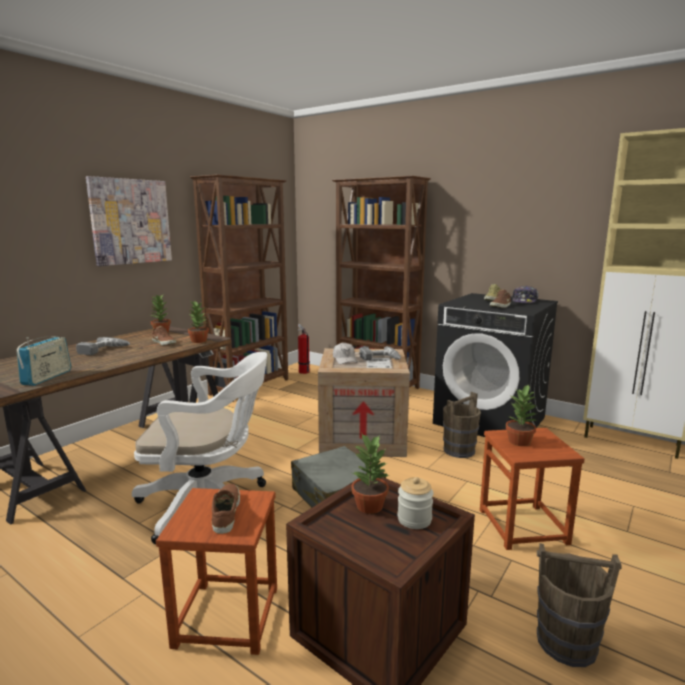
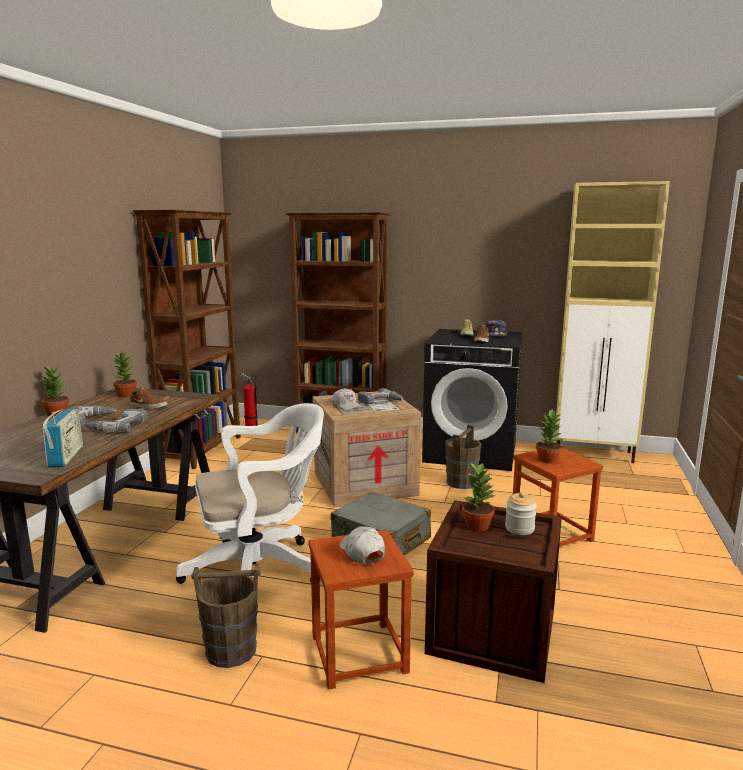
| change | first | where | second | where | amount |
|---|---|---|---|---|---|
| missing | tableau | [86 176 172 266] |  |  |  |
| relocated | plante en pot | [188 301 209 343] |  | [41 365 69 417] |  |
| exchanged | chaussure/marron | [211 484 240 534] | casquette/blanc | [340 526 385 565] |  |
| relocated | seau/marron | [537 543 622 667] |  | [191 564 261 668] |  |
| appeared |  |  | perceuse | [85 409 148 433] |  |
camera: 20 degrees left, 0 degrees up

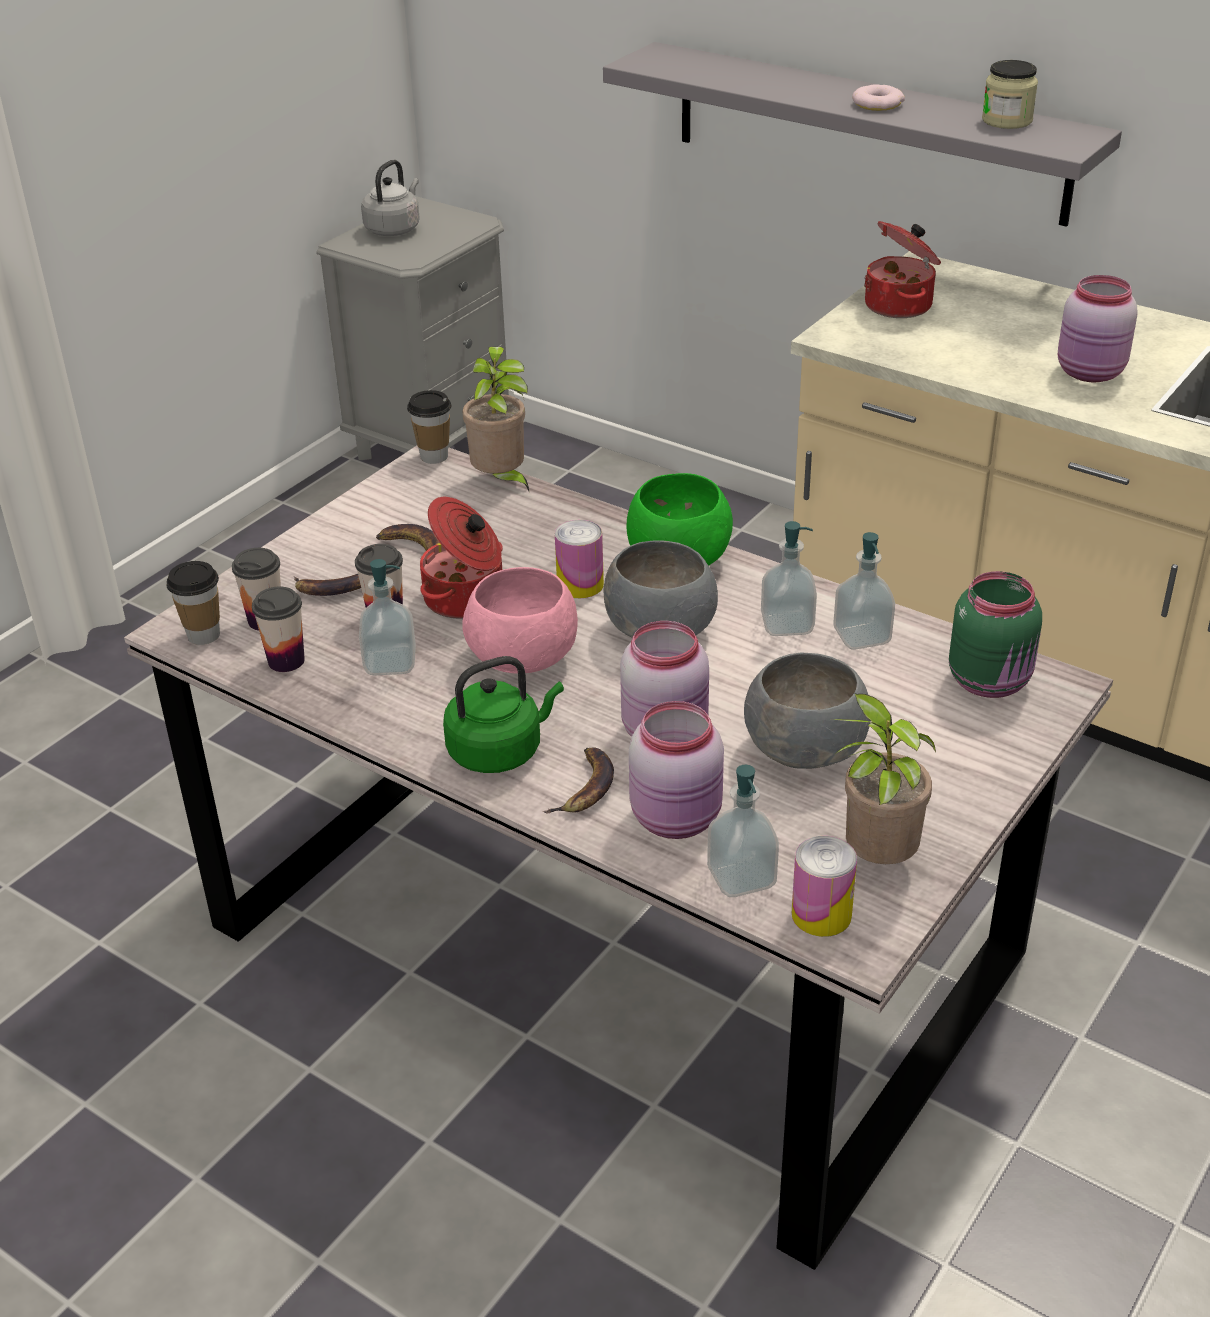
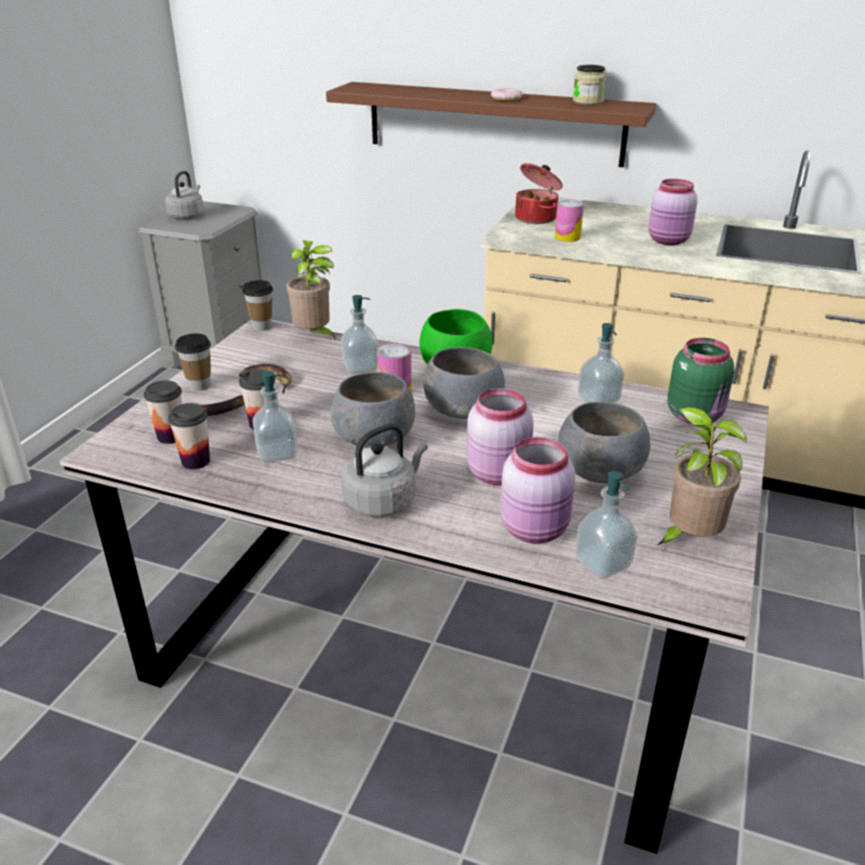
| change | first | where | second | where | amount |
|---|---|---|---|---|---|
| colour | étagère/gris | [603 42 1122 227] | étagère/marron | [326 82 656 167] |  |
| missing | marmite | [420 497 503 619] |  |  |  |
| relocated | distributeur de savon | [761 521 817 636] |  | [341 295 378 374] |  |
| relocated | tasse | [166 561 220 645] |  | [175 333 211 391] |  |
| colour | bol/rose | [462 567 578 673] | bol/gris | [330 372 415 448] |  |
| colour | bouilloire/vert | [443 656 564 773] | bouilloire/gris | [341 424 428 517] |  |
| missing | banane | [543 747 614 814] |  |  |  |
| relocated | boîte métallique | [792 836 857 937] |  | [555 200 584 242] |  |
camera: 15 degrees left, 5 degrees down

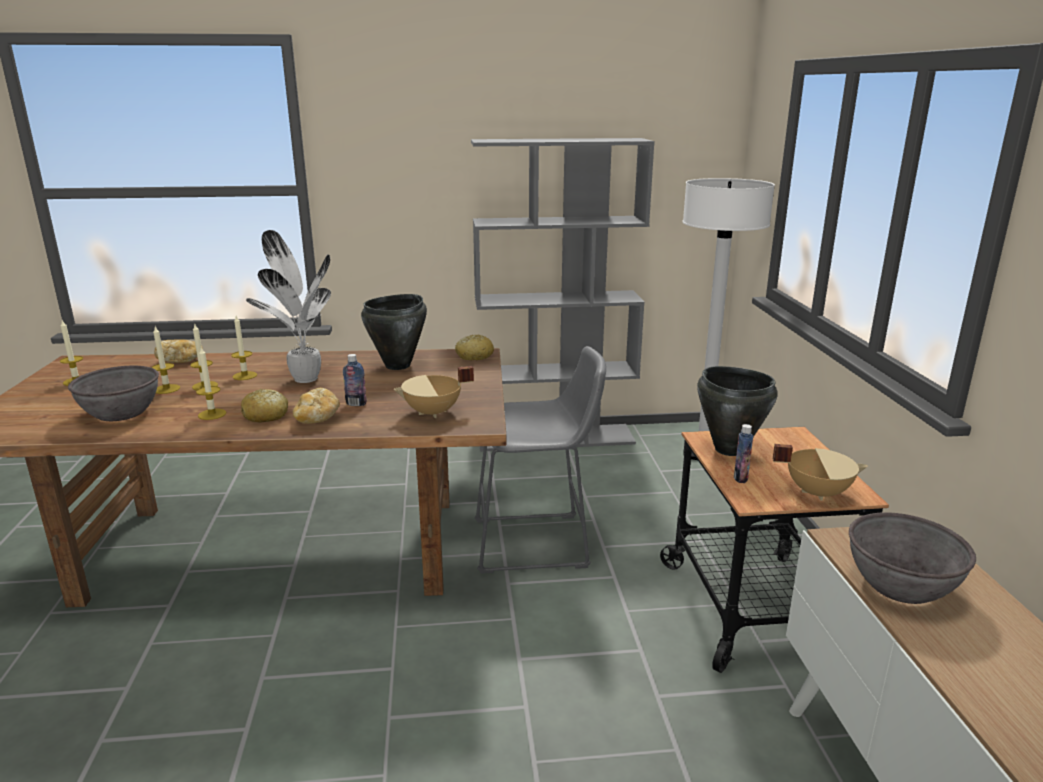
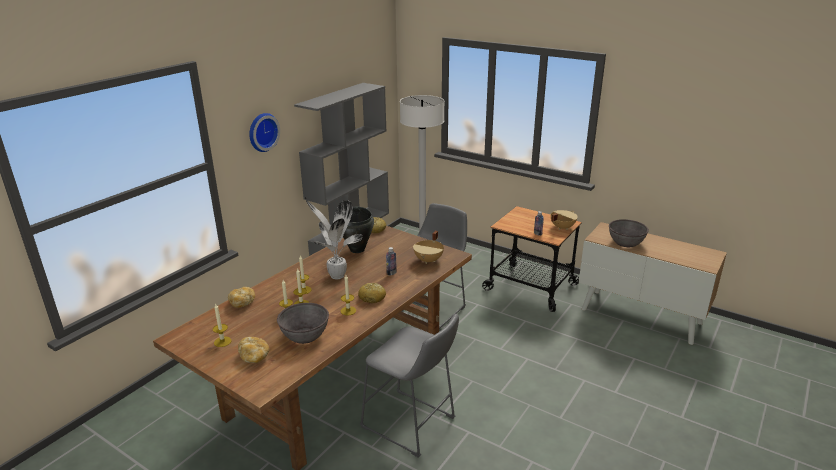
| change | first | where | second | where | amount |
|---|---|---|---|---|---|
| missing | marmite/noir | [697 366 778 456] |  |  |  |
| relocated | pain | [293 388 340 424] |  | [238 337 270 363] |  |
| appeared |  |  | horloge murale | [249 113 280 152] |  |
| appeared |  |  | tabouret/gris | [360 314 459 458] |  |
camera: 50 degrees left, 5 degrees up

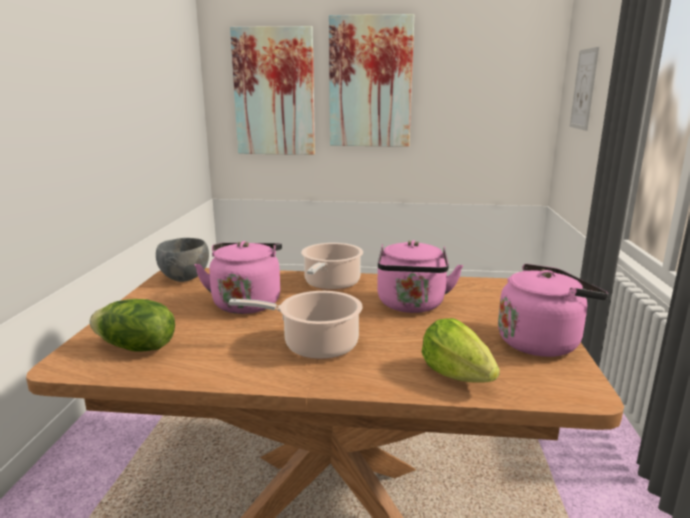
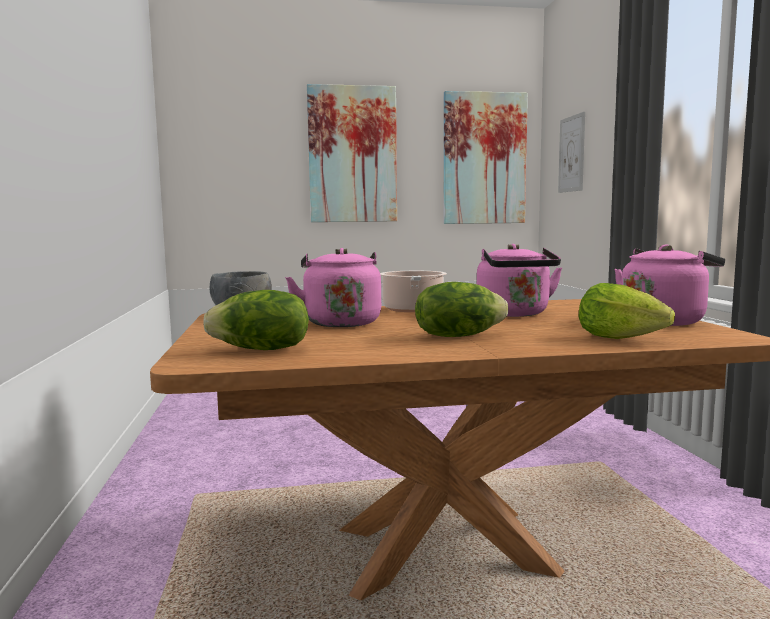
| change | first | where | second | where | amount |
|---|---|---|---|---|---|
| relocated | tableau | [230 26 315 155] |  | [444 91 528 224] |  |
| exchanged | marmite | [229 291 363 359] | laitue | [415 282 508 337] |  |
camera: 15 degrees left, 10 degrees down

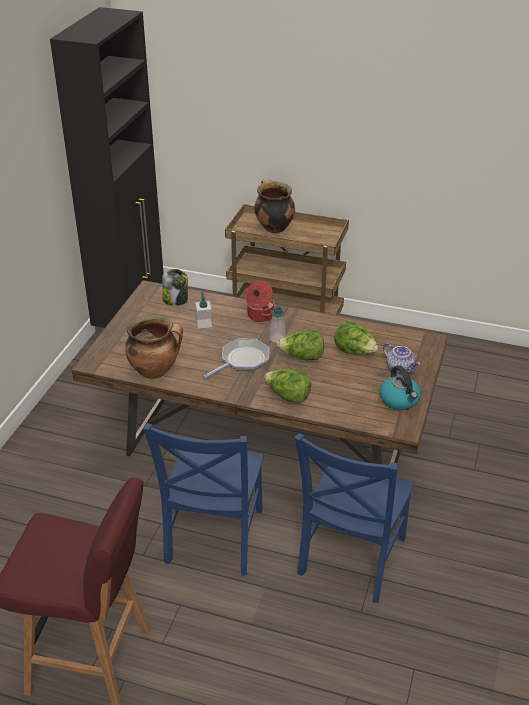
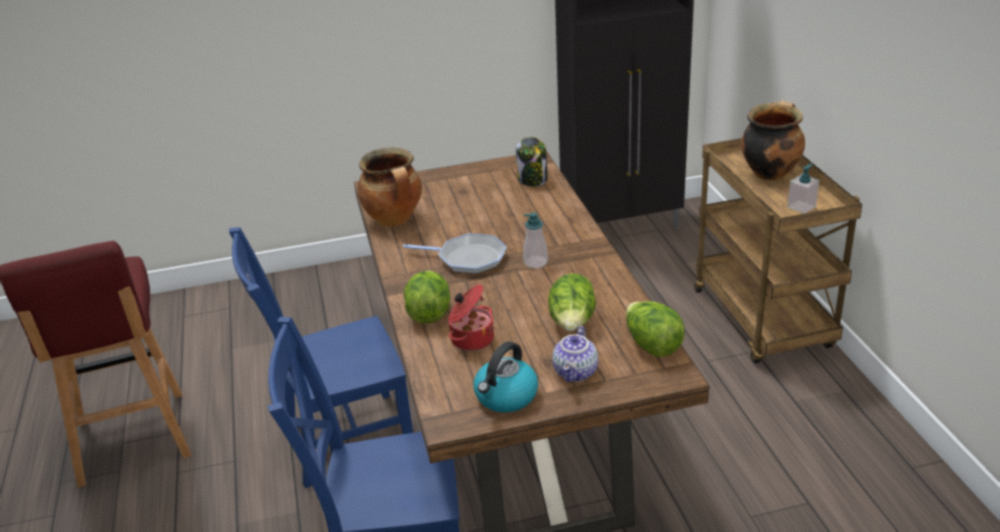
| change | first | where | second | where | amount |
|---|---|---|---|---|---|
| relocated | marmite | [246 281 274 322] |  | [448 284 494 351] |  |
| relocated | distributeur de savon | [195 292 213 329] |  | [787 163 819 214] |  |
| relocated | laitue | [277 330 324 360] |  | [626 301 685 357] |  |
camera: 60 degrees right, 5 degrees down

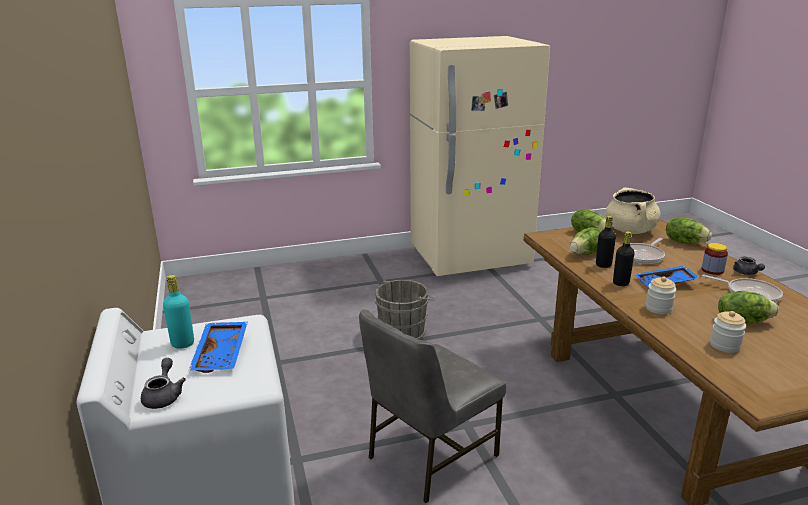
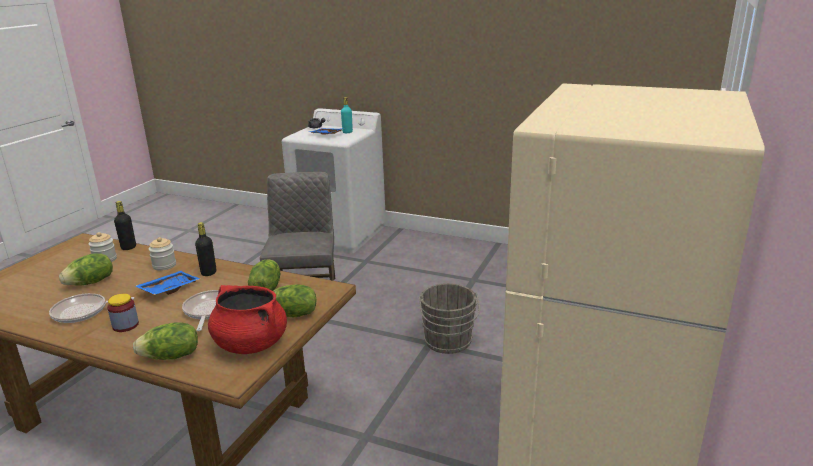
| change | first | where | second | where | amount |
|---|---|---|---|---|---|
| colour | marmite/beige | [605 187 661 234] | marmite/rouge | [208 285 287 354] |  |
| relocated | bouteille/noir | [596 216 616 268] |  | [114 201 136 250] |  |
| missing | théière/gris | [733 257 765 275] |  |  |  |
camera: 130 degrees right, 0 degrees up

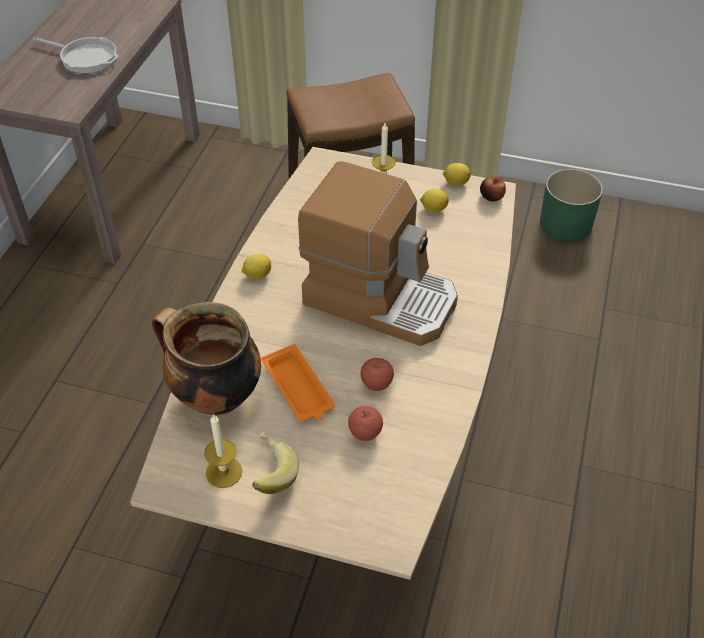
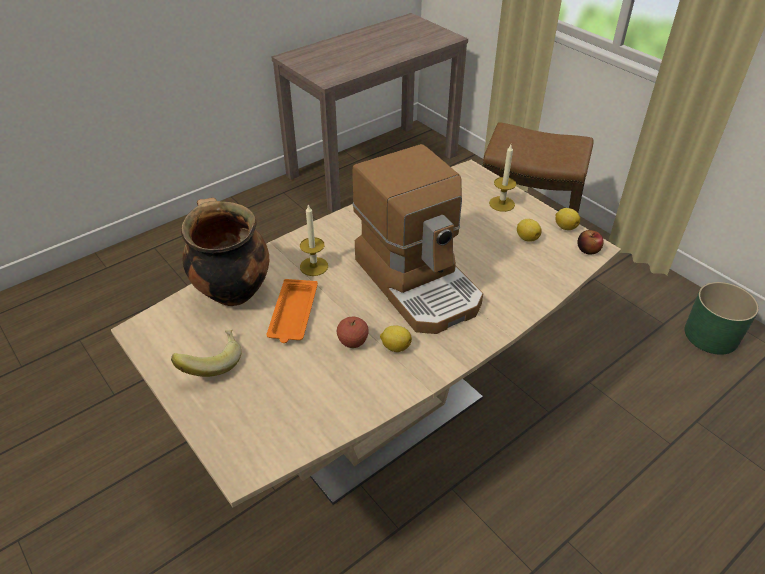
| change | first | where | second | where | amount |
|---|---|---|---|---|---|
| missing | poêle | [32 37 118 73] |  |  |  |
| relocated | citron | [241 254 271 279] |  | [380 325 412 352] |  |
| missing | pomme | [348 406 383 441] |  |  |  |
| relocated | bougie | [204 414 242 488] |  | [300 204 328 276] |  |
camera: 35 degrees right, 5 degrees down

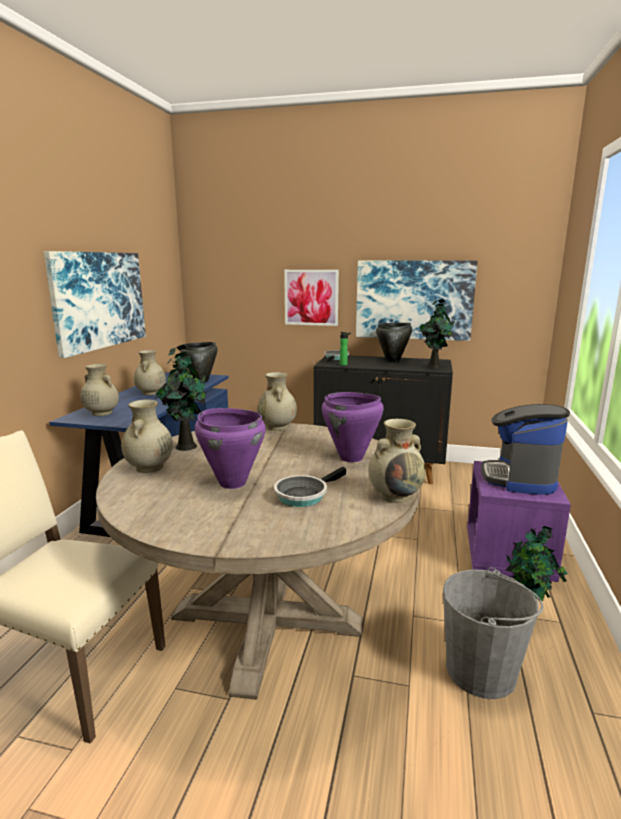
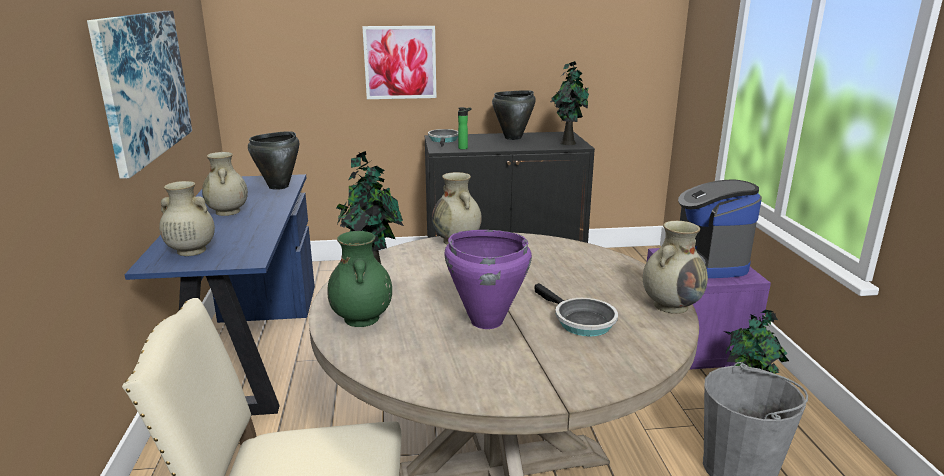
| change | first | where | second | where | amount |
|---|---|---|---|---|---|
| missing | tableau | [356 261 477 341] |  |  |  |
| missing | marmite/violet | [322 392 384 462] |  |  |  |
| colour | vase/beige | [121 400 173 473] | vase/vert | [327 231 392 327] |  |
| spun | poêle | [274 467 346 507] |  | [534 283 618 337] | 60 degrees counterclockwise |
camera: 20 degrees left, 5 degrees up

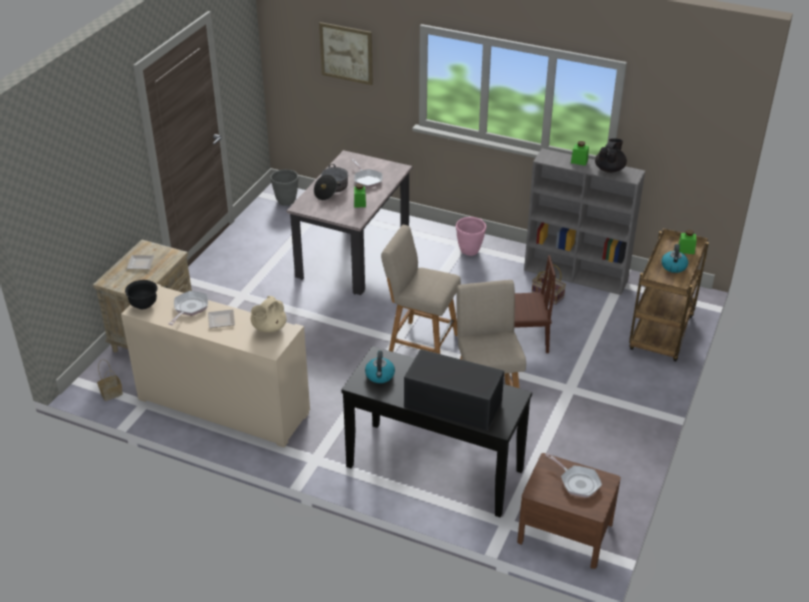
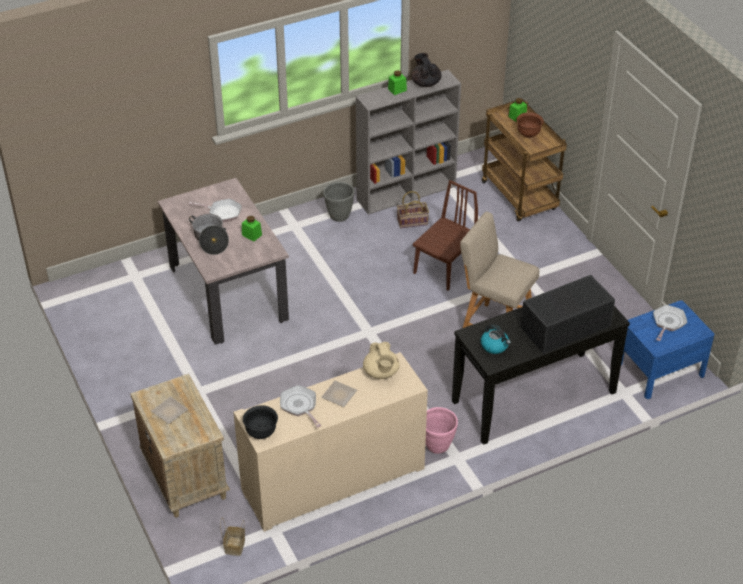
| change | first | where | second | where | amount |
|---|---|---|---|---|---|
| missing | tableau | [319 22 373 85] |  |  |  |
| relocated | cache-pot/gris | [270 169 299 206] |  | [323 182 355 222] |  |
| relocated | cache-pot/rose | [456 217 486 256] |  | [426 407 458 454] |  |
| missing | chaise/beige | [381 225 461 354] |  |  |  |
| exchanged | bouilloire | [661 244 688 273] | bol/marron | [516 112 544 138] |  |
| colour | table de chevet/marron | [517 453 621 569] | table de chevet/bleu | [621 300 714 399] |  |
| spun | poêle | [545 453 602 498] |  | [653 305 687 341] | 60 degrees counterclockwise |
camera: 50 degrees left, 5 degrees up

